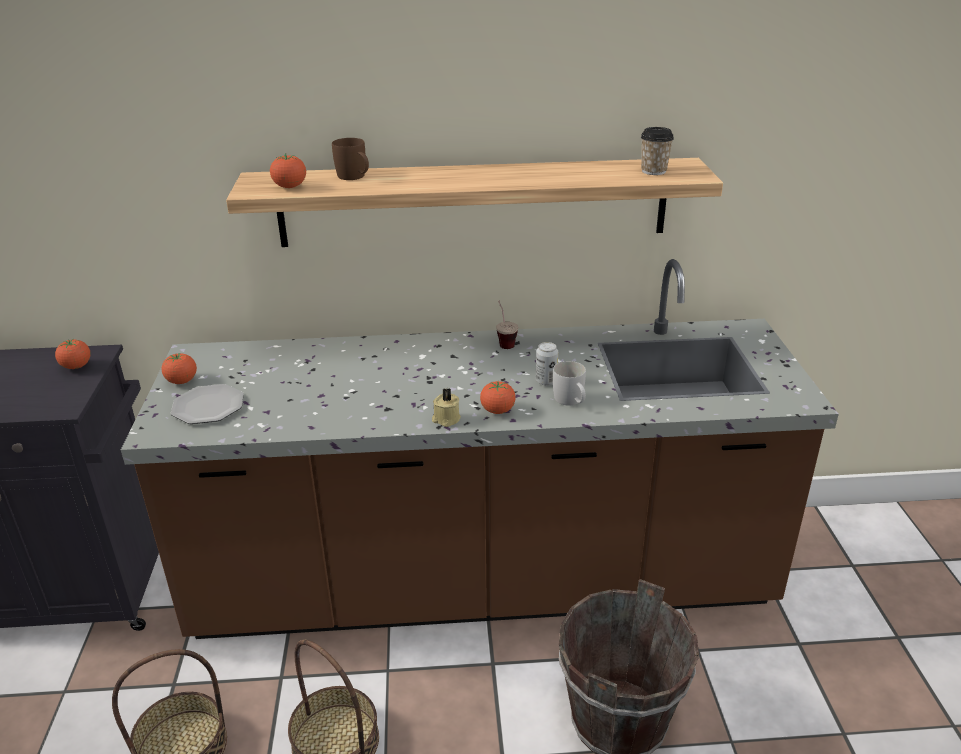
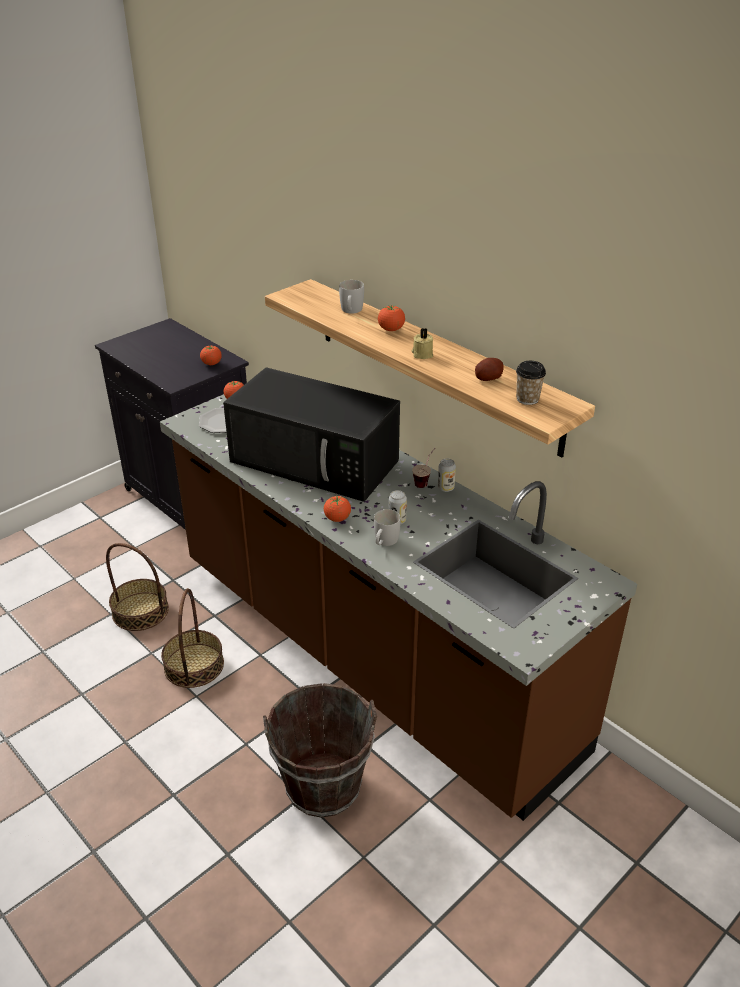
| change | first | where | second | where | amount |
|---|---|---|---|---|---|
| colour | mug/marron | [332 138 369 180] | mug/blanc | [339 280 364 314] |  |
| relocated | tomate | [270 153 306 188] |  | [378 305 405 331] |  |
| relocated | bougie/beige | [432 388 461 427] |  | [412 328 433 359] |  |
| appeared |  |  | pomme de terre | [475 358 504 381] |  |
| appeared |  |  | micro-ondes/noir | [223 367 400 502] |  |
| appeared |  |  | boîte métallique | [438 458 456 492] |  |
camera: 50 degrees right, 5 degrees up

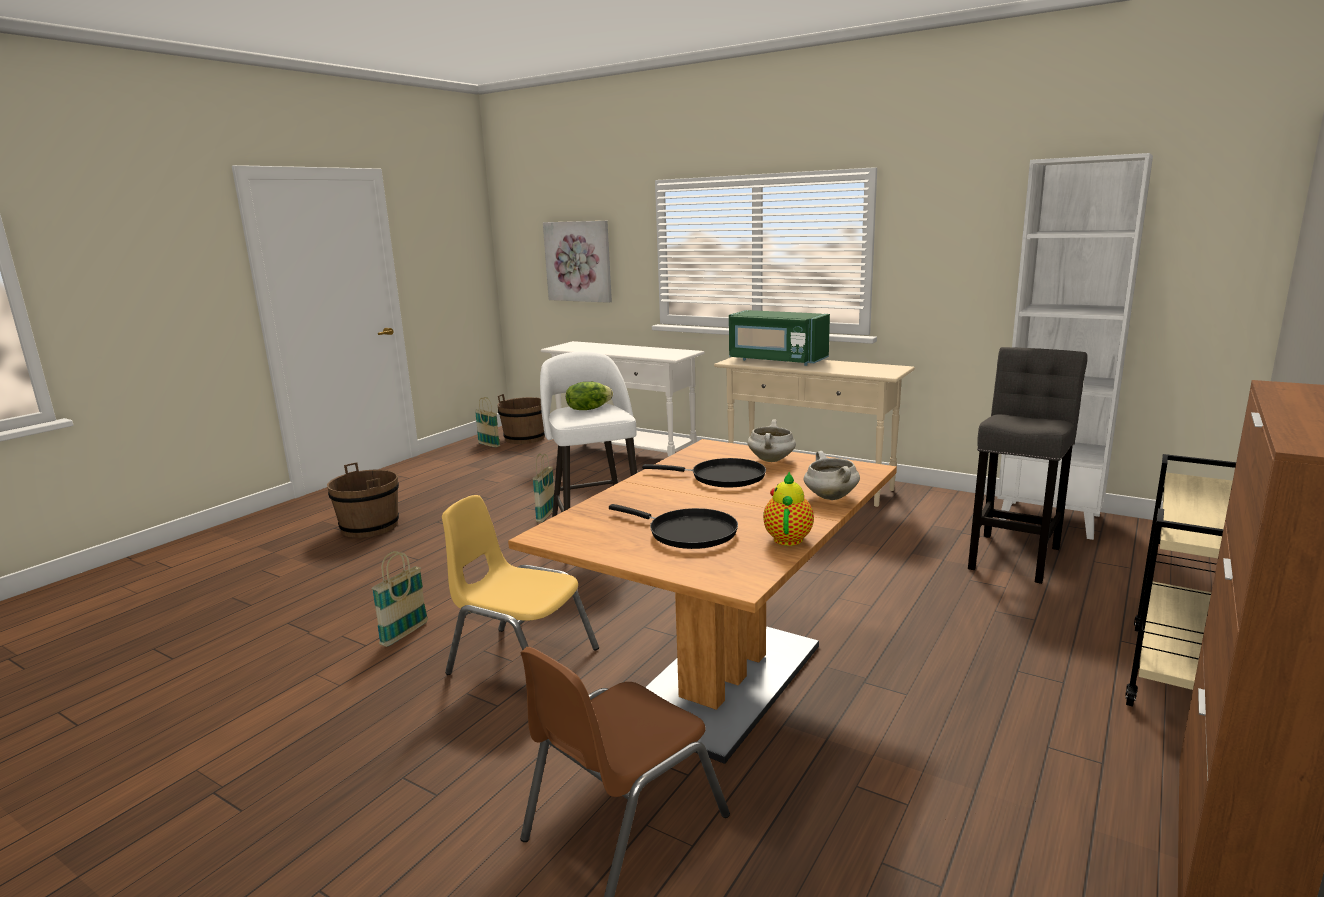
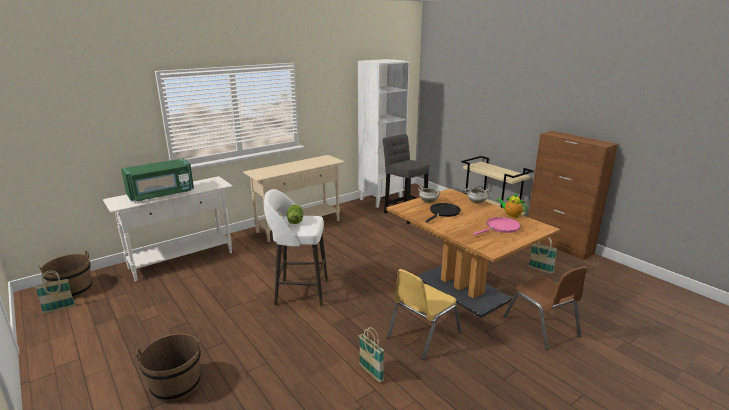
| change | first | where | second | where | amount |
|---|---|---|---|---|---|
| missing | tableau | [543 221 612 303] |  |  |  |
| relocated | micro-ondes/vert | [729 310 830 366] |  | [121 158 194 202] |  |
| relocated | panier | [533 454 554 523] |  | [528 237 557 274] |  |
| colour | poêle/noir | [609 504 738 549] | poêle/rose | [473 217 521 235] |  |
camera: 70 degrees left, 5 degrees up

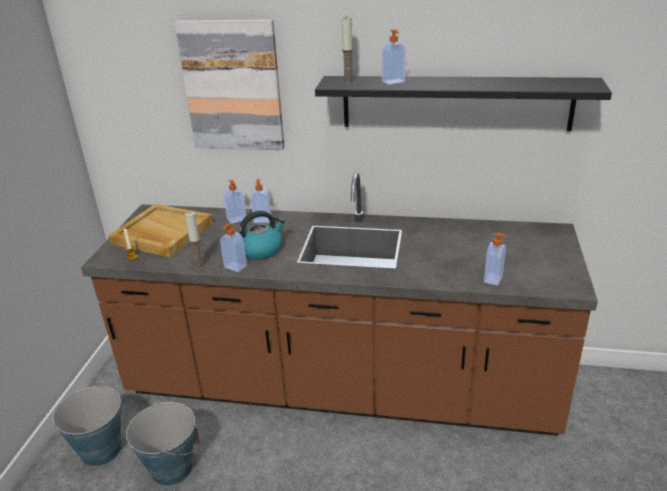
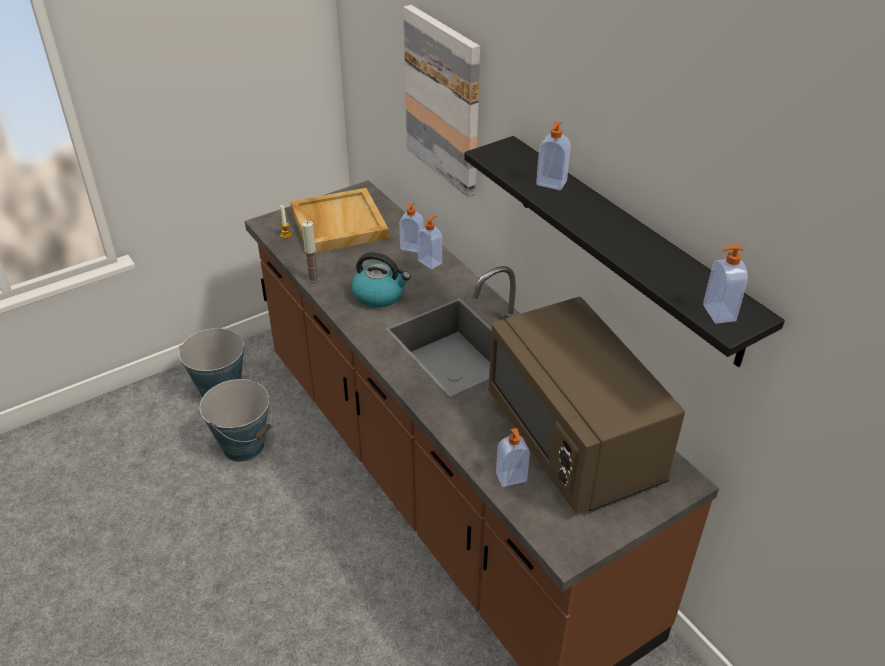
| change | first | where | second | where | amount |
|---|---|---|---|---|---|
| missing | bougie | [341 16 354 84] |  |  |  |
| relocated | distributeur de savon | [220 223 247 272] |  | [703 244 748 324] |  |
| appeared |  |  | micro-ondes/marron | [489 297 685 514] |  |
camera: 45 degrees right, 10 degrees up

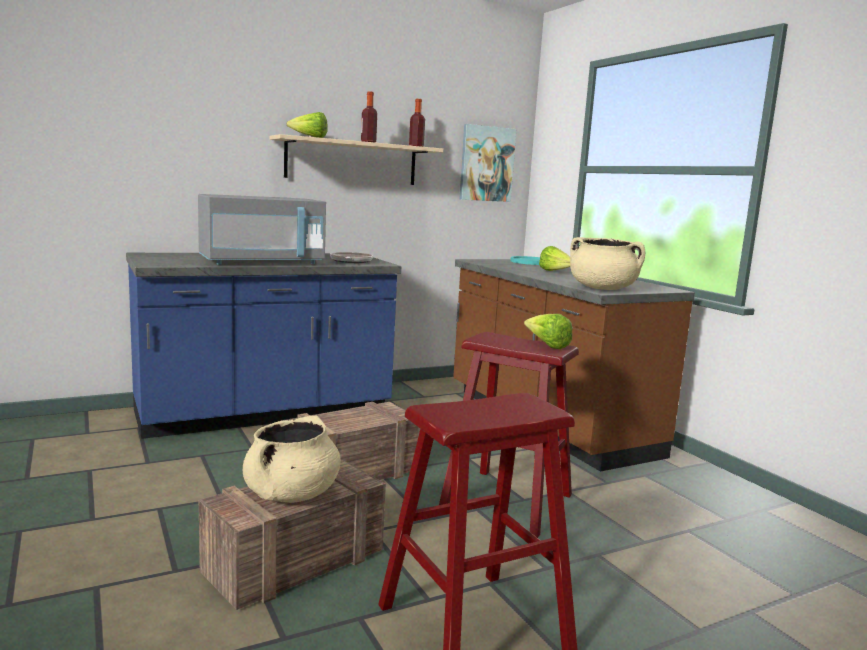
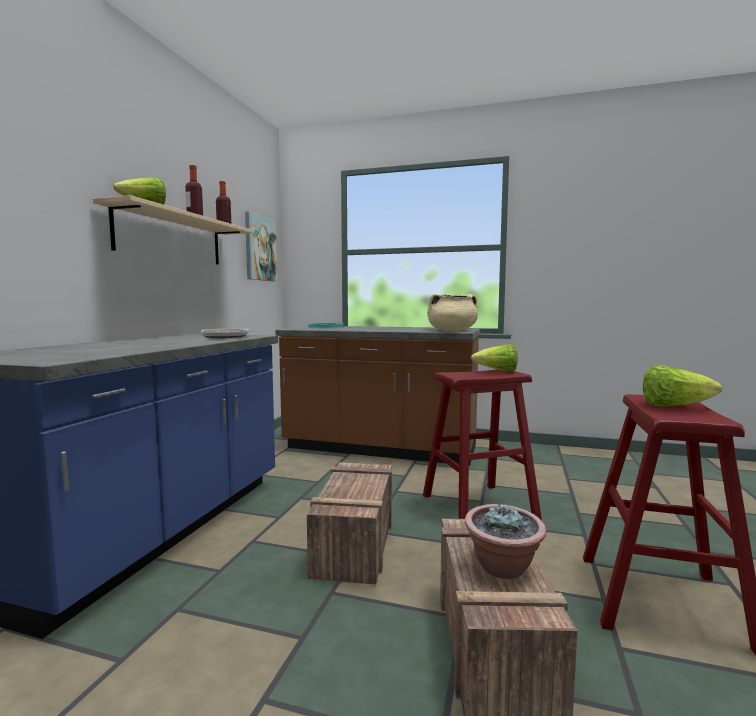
| change | first | where | second | where | amount |
|---|---|---|---|---|---|
| missing | micro-ondes/gris | [198 194 326 265] |  |  |  |
| relocated | laitue | [539 246 570 271] |  | [643 365 722 407] |  |
| exchanged | marmite/beige | [243 416 341 503] | plante en pot | [465 504 546 579] |  |
camera: 45 degrees left, 5 degrees down

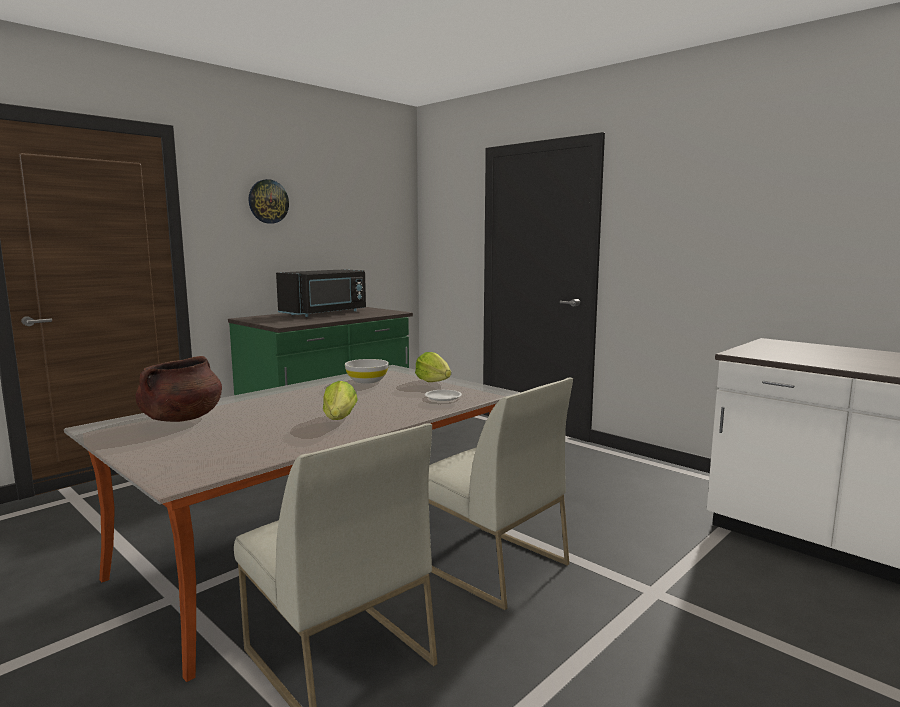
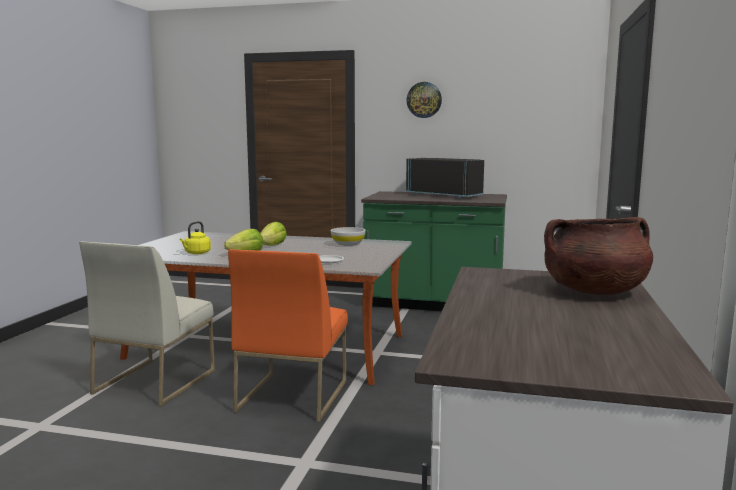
| change | first | where | second | where | amount |
|---|---|---|---|---|---|
| spun | micro-ondes/noir | [276 269 366 317] |  | [406 158 484 199] | 150 degrees counterclockwise |
| relocated | laitue | [415 352 451 382] |  | [261 222 287 246] |  |
| relocated | marmite/marron | [136 356 222 422] |  | [544 217 653 295] |  |
| colour | chaise/blanc | [429 378 573 610] | chaise/orange | [228 249 348 422] |  |
| appeared |  |  | bouilloire/jaune | [179 221 211 254] |  |
camera: 60 degrees right, 0 degrees up

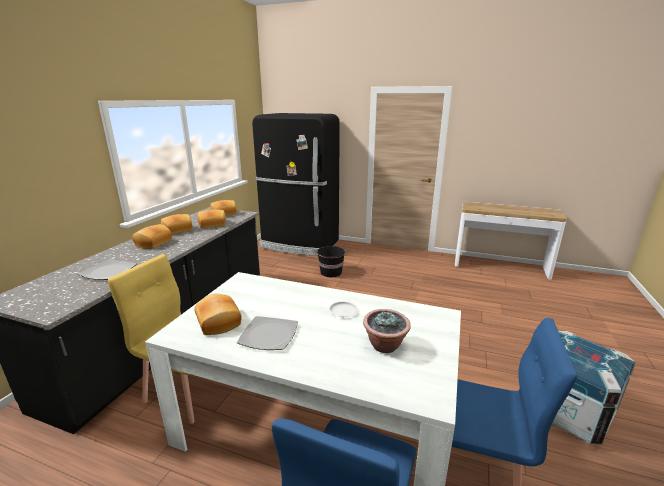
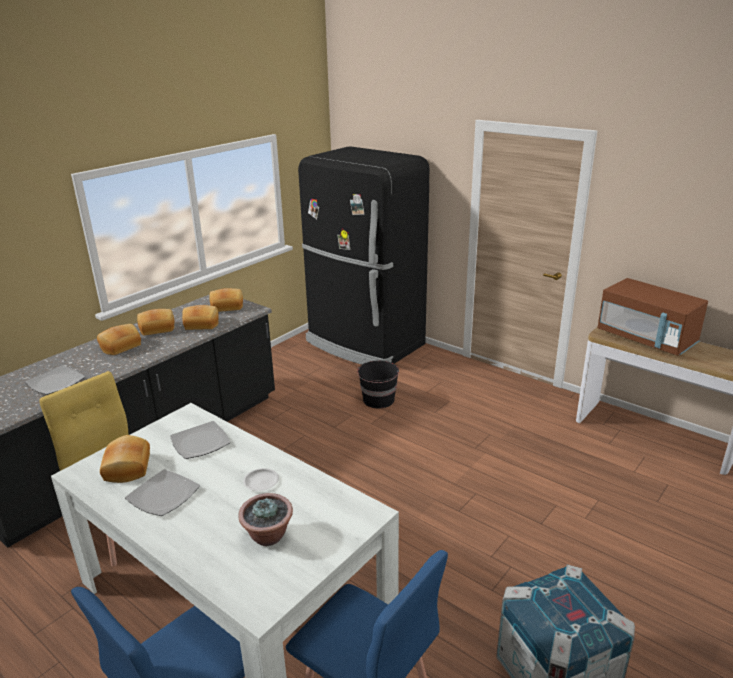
| change | first | where | second | where | amount |
|---|---|---|---|---|---|
| appeared |  |  | micro-ondes/marron | [598 278 708 356] |  |
| appeared |  |  | assiette | [170 421 231 459] |  |
camera: 20 degrees right, 5 degrees up

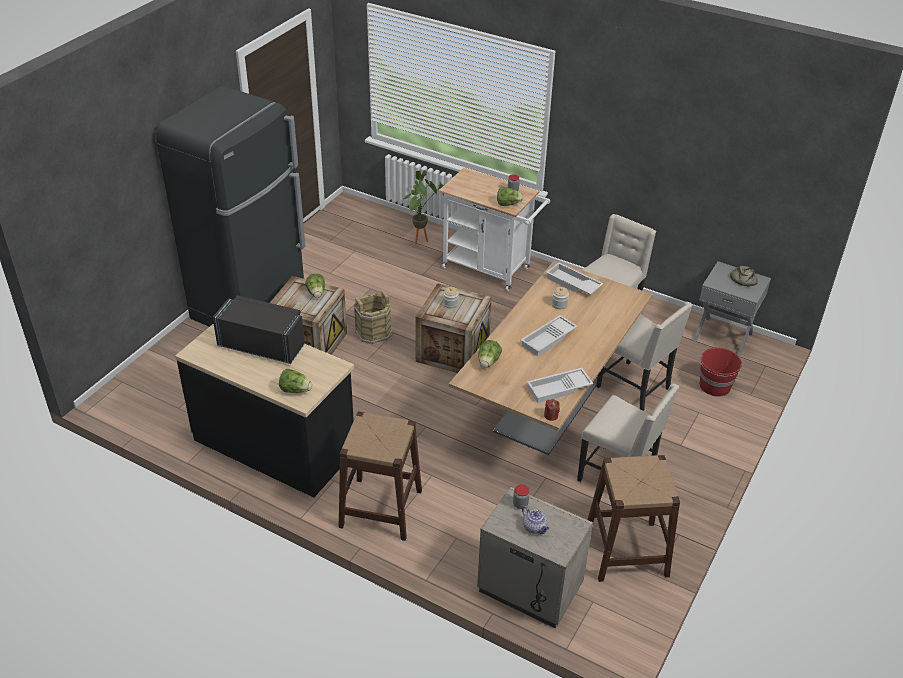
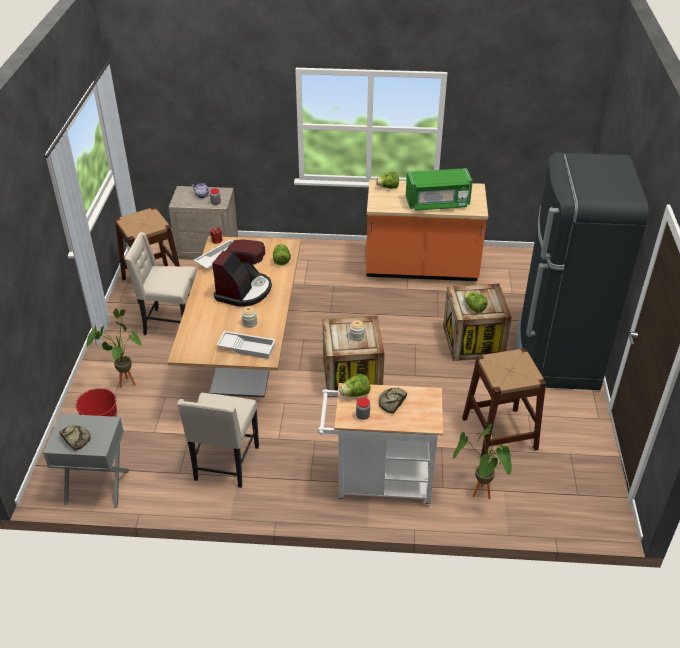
| change | first | where | second | where | amount |
|---|---|---|---|---|---|
| missing | seau/marron | [354 290 392 344] |  |  |  |
| colour | micro-ondes/noir | [213 295 305 364] | micro-ondes/vert | [406 168 473 211] |  |
| missing | chaise/beige | [596 302 693 411] |  |  |  |
| exchanged | plateau/blanc | [521 315 578 356] | machine à café | [212 239 272 307] |  |
| colour | comptoir de cuisine/noir | [175 323 354 498] | comptoir de cuisine/orange | [366 180 488 281] |  |
| relocated | tabouret/marron | [338 411 422 541] |  | [462 348 546 458] |  |
| appeared |  |  | plante en pot | [87 308 142 388] |  |
| appeared |  |  | pain | [379 388 407 414] |  |
camera: 155 degrees right, 0 degrees up

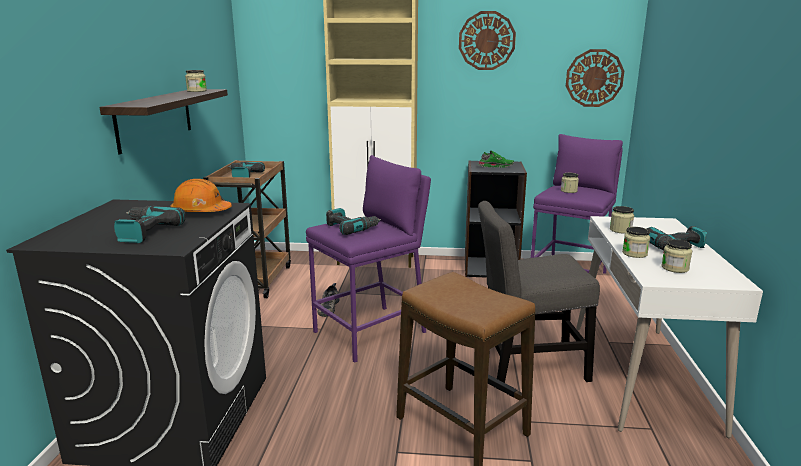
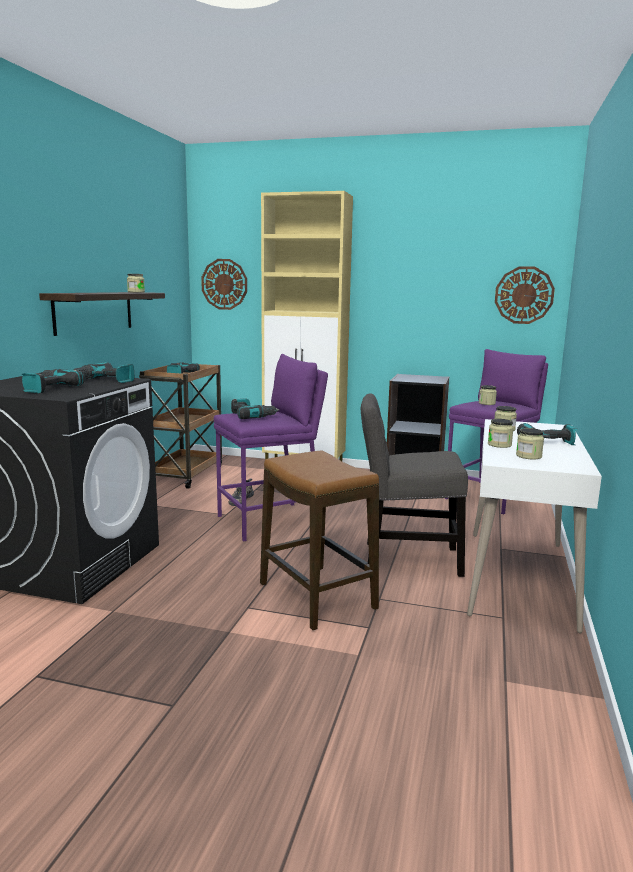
| change | first | where | second | where | amount |
|---|---|---|---|---|---|
| relocated | horloge murale | [459 11 516 70] |  | [201 259 247 310] |  |
| missing | chaussure/vert | [478 150 514 168] |  |  |  |
| exchanged | casque de chantier/orange | [170 179 232 212] | perceuse | [73 362 134 383] |  |
camera: 10 degrees right, 5 degrees down

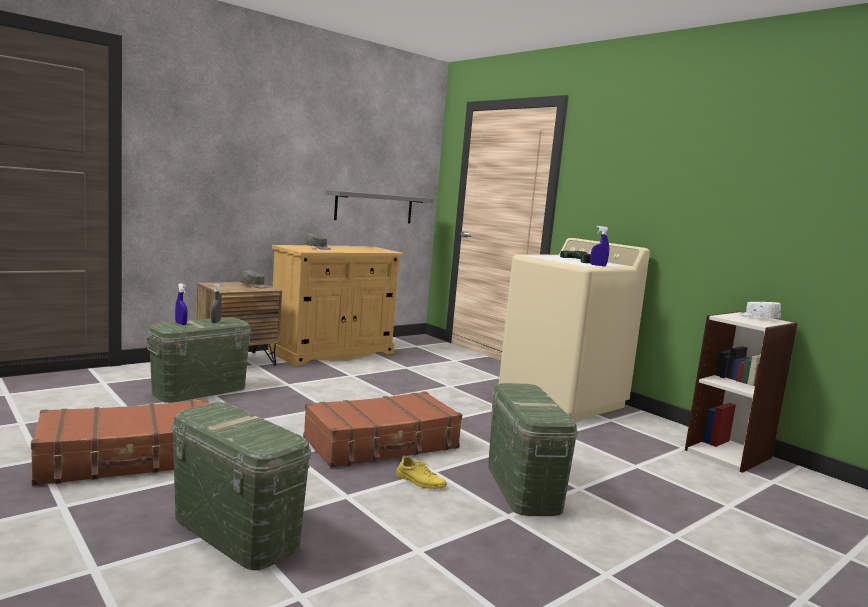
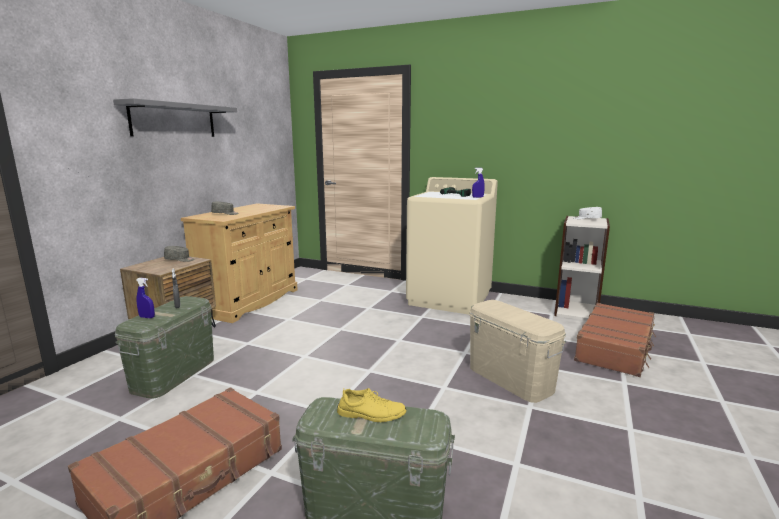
| change | first | where | second | where | amount |
|---|---|---|---|---|---|
| relocated | étagère/gris | [326 190 434 224] |  | [113 98 237 137] |  |
| colour | boîte de rangement/vert | [488 383 578 516] | boîte de rangement/beige | [469 300 566 403] |  |
| relocated | valise/marron | [303 391 462 468] |  | [574 303 656 377] |  |
| relocated | chaussure/jaune | [396 455 447 489] |  | [337 388 406 422] |  |
camera: 25 degrees left, 5 degrees up

